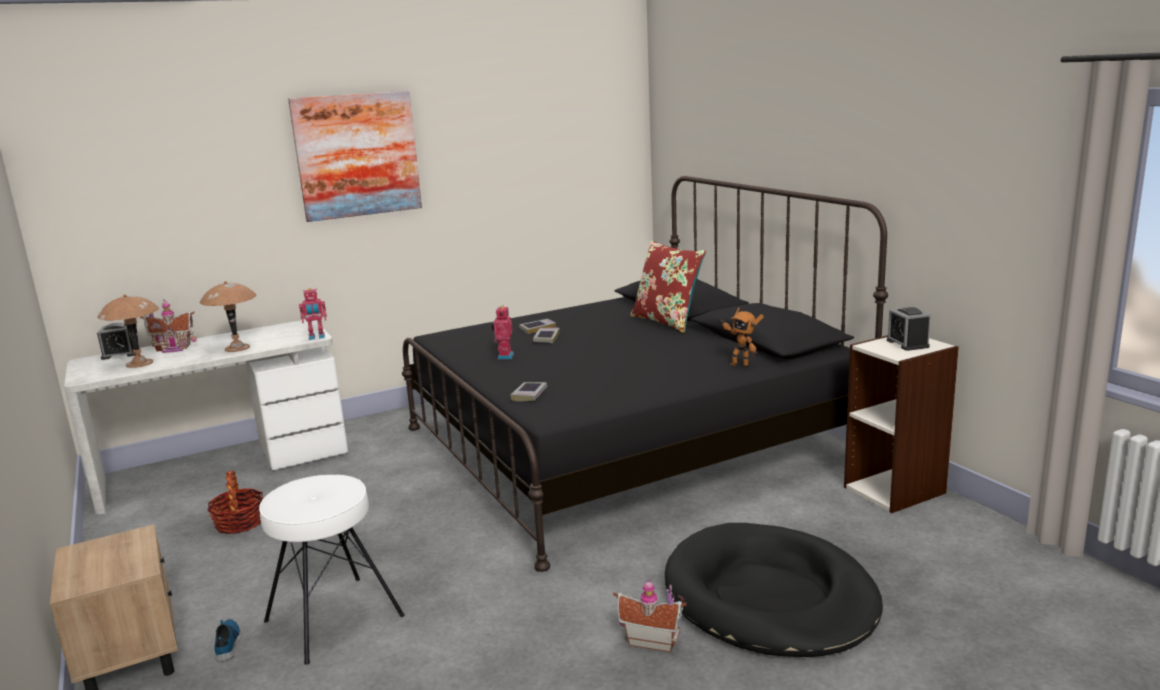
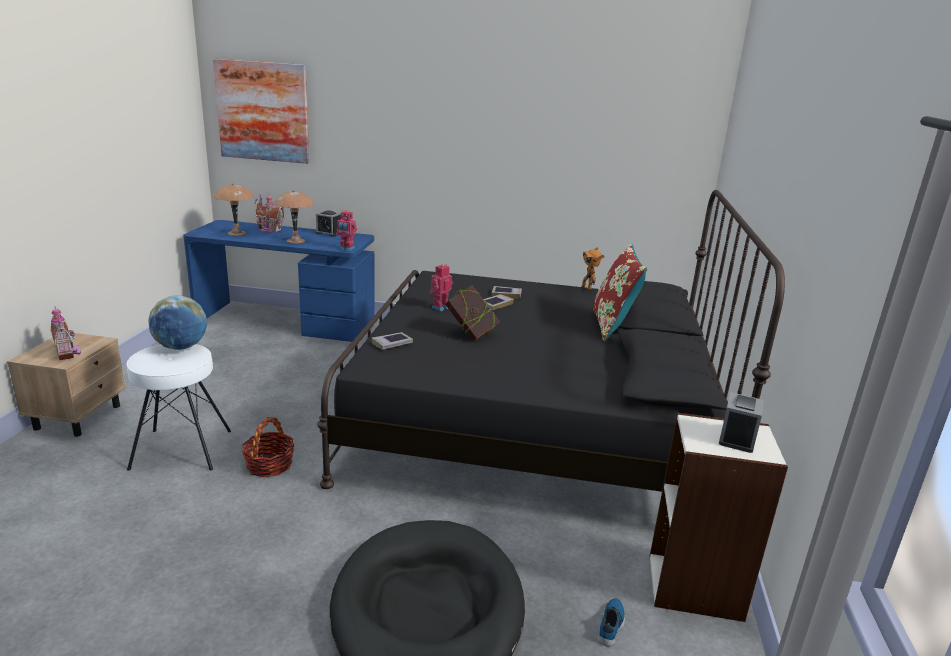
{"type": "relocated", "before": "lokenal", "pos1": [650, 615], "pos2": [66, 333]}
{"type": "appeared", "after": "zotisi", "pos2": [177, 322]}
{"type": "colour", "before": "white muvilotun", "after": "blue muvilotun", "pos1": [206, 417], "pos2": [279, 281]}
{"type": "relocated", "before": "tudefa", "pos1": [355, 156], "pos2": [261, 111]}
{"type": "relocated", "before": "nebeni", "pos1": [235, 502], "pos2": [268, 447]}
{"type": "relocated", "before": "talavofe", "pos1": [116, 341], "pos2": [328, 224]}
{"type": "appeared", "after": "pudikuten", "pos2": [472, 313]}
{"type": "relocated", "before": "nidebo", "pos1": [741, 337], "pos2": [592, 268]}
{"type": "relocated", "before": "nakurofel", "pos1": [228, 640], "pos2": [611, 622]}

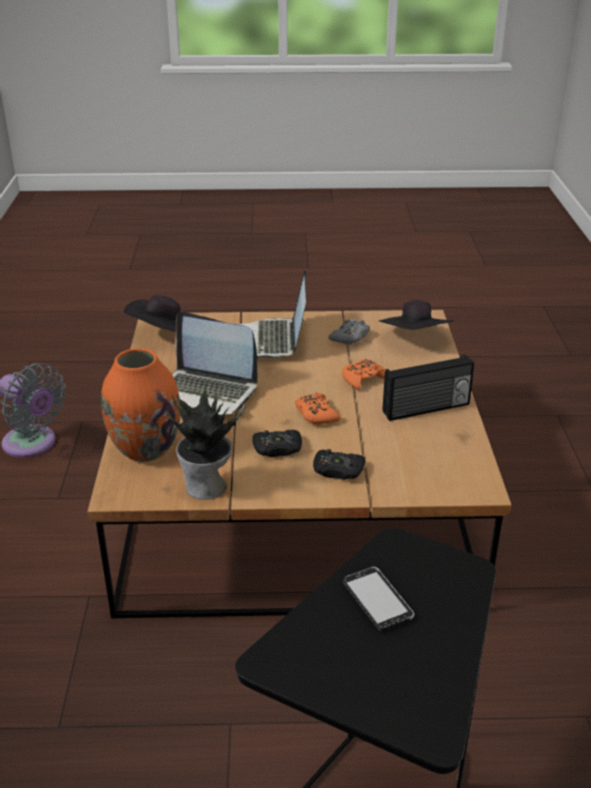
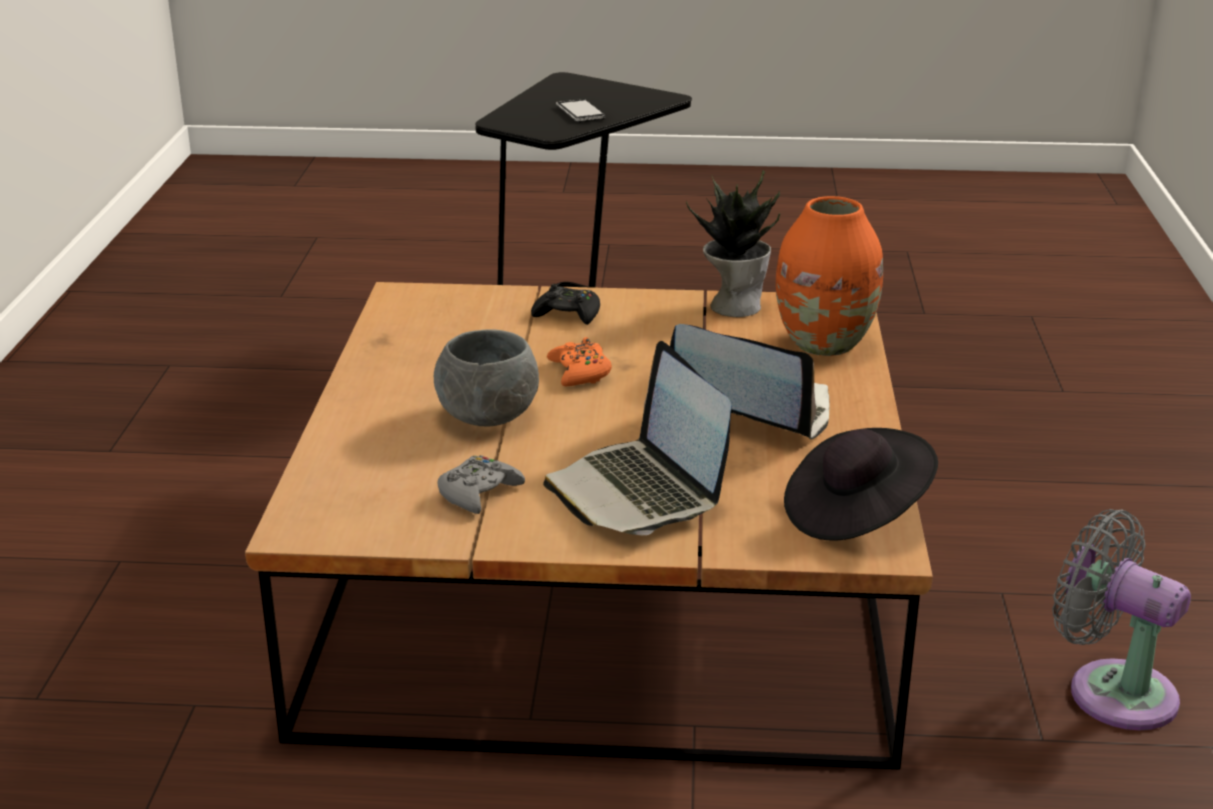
{"type": "exchanged", "before": "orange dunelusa", "after": "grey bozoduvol", "pos1": [364, 374], "pos2": [486, 378]}
{"type": "spun", "before": "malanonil", "pos1": [272, 314], "pos2": [637, 438], "turn": 150}
{"type": "missing", "before": "black dunelusa", "pos1": [277, 443]}
{"type": "missing", "before": "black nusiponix", "pos1": [416, 315]}
{"type": "missing", "before": "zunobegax", "pos1": [428, 387]}

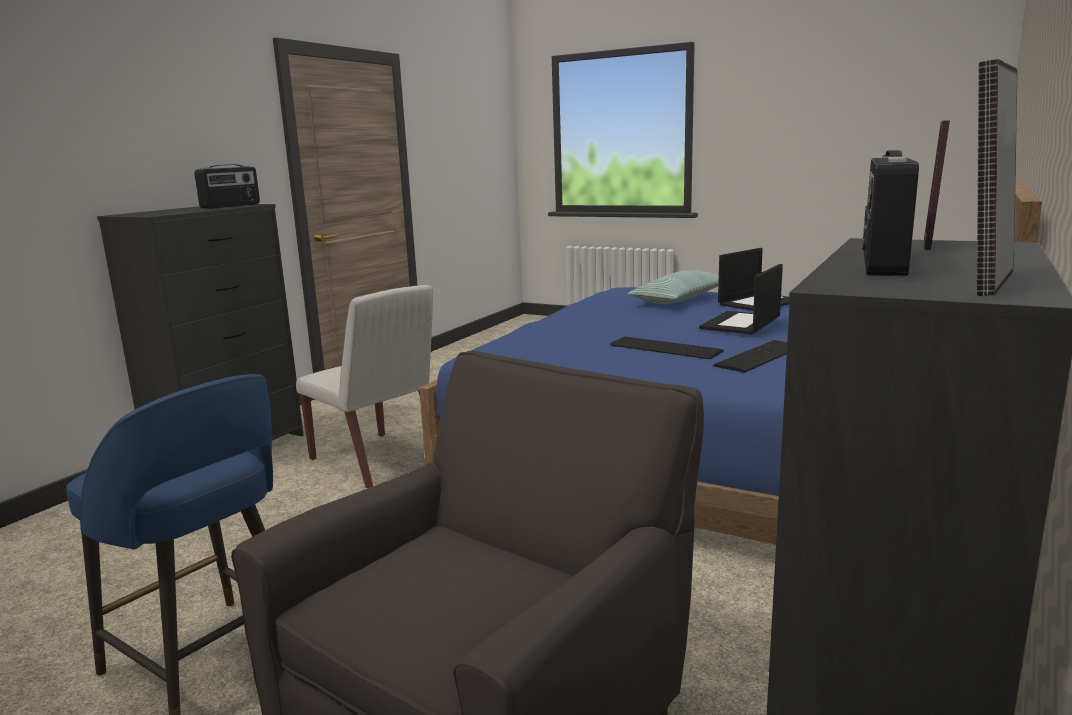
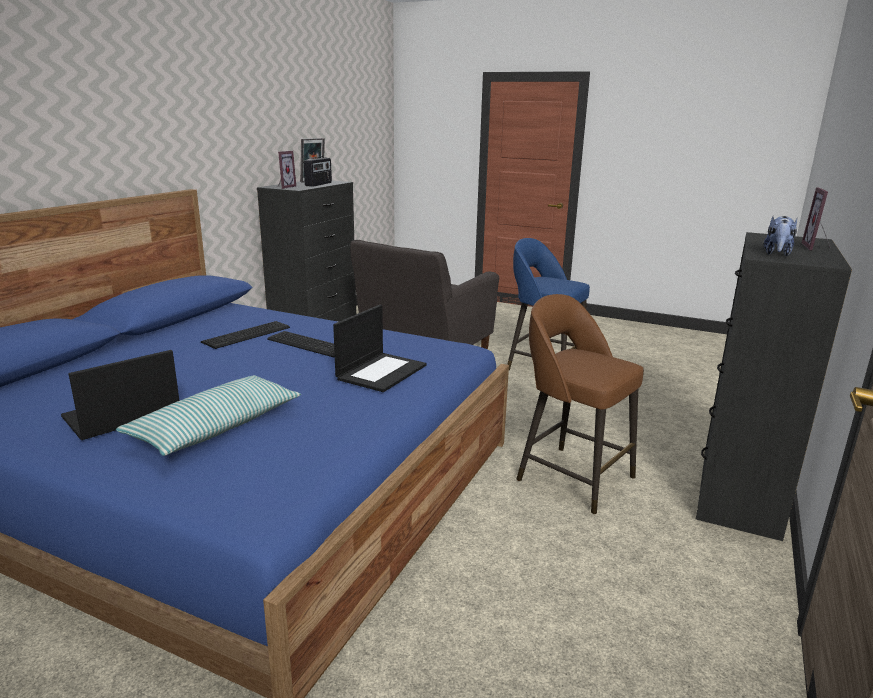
{"type": "relocated", "before": "malanonil", "pos1": [741, 299], "pos2": [379, 348]}
{"type": "exchanged", "before": "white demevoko", "after": "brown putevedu", "pos1": [364, 386], "pos2": [580, 404]}
{"type": "exchanged", "before": "zunobegax", "after": "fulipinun", "pos1": [227, 186], "pos2": [780, 236]}
{"type": "appeared", "after": "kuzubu", "pos2": [816, 218]}

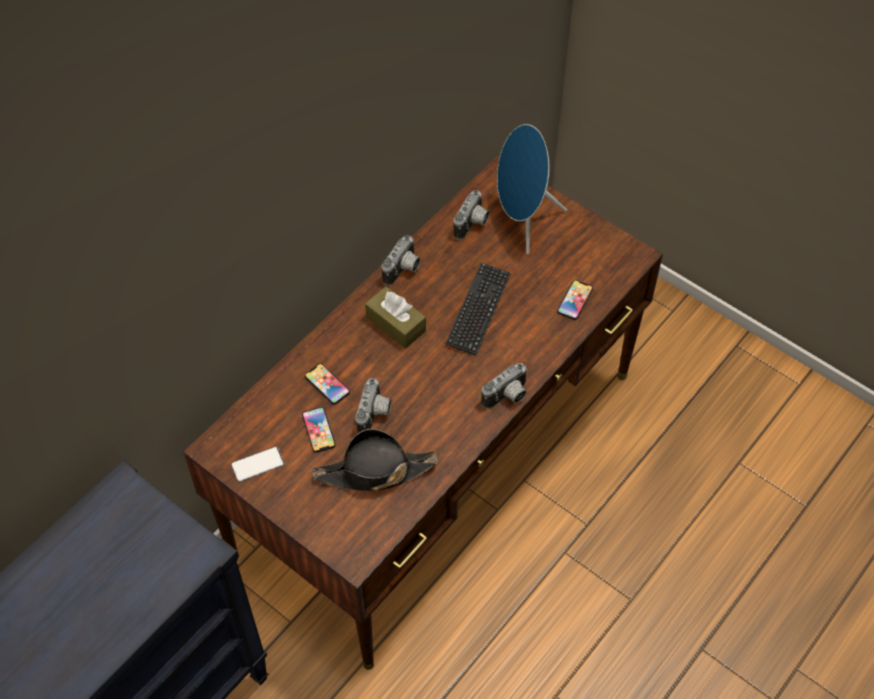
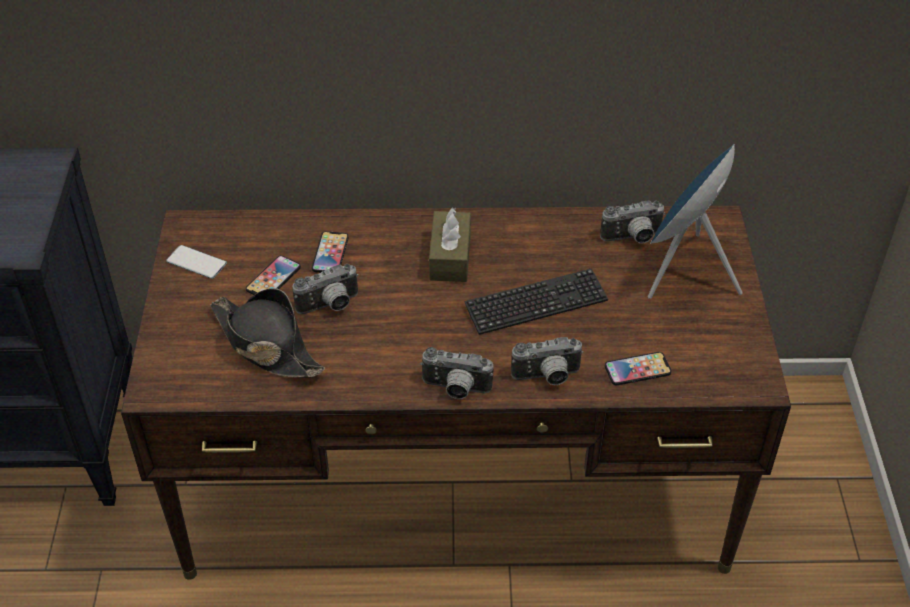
{"type": "relocated", "before": "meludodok", "pos1": [401, 260], "pos2": [547, 361]}

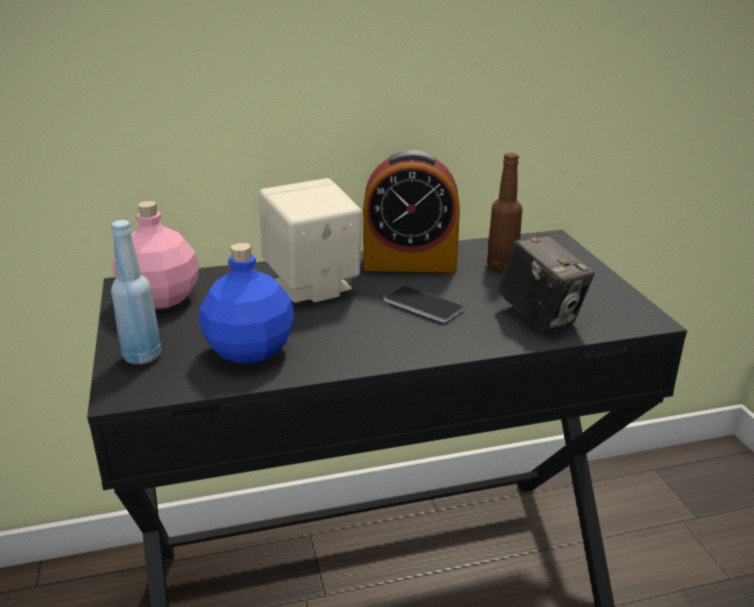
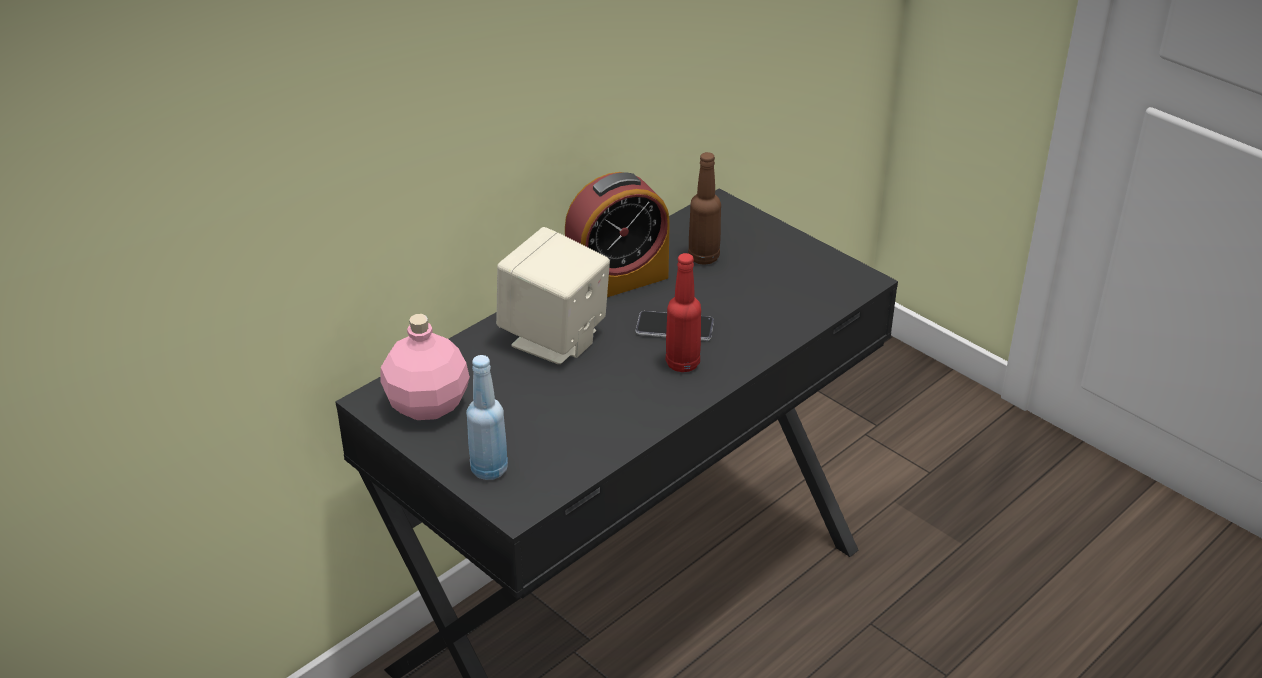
{"type": "appeared", "after": "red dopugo", "pos2": [683, 312]}
{"type": "missing", "before": "blue dopugo", "pos1": [247, 303]}
{"type": "missing", "before": "meludodok", "pos1": [546, 283]}

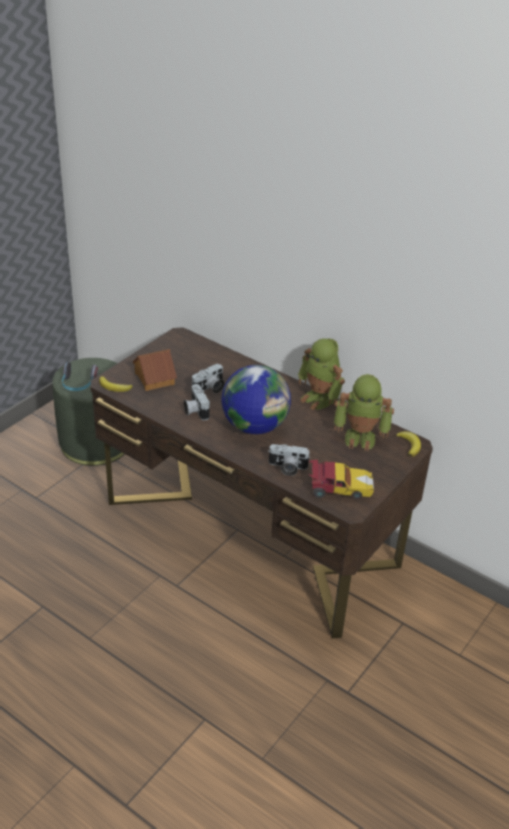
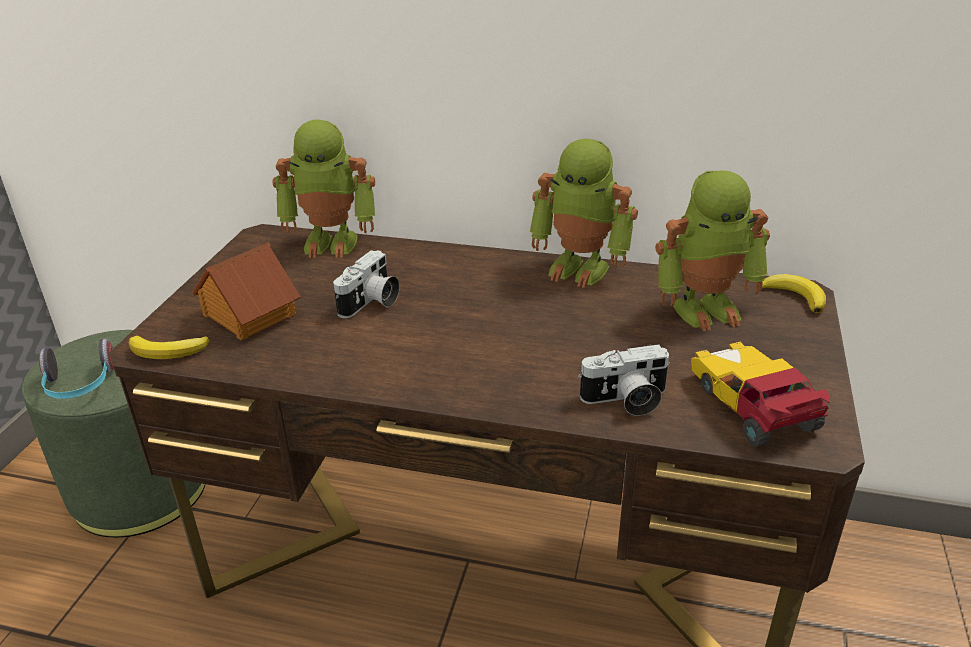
{"type": "appeared", "after": "nidebo", "pos2": [324, 188]}
{"type": "spun", "before": "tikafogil", "pos1": [341, 479], "pos2": [760, 394], "turn": -90}
{"type": "missing", "before": "meludodok", "pos1": [197, 402]}
{"type": "missing", "before": "zotisi", "pos1": [256, 399]}

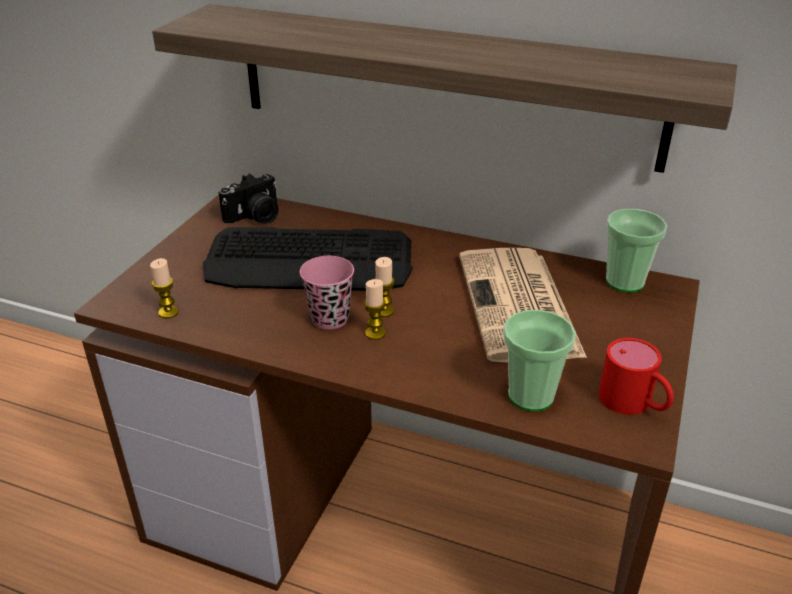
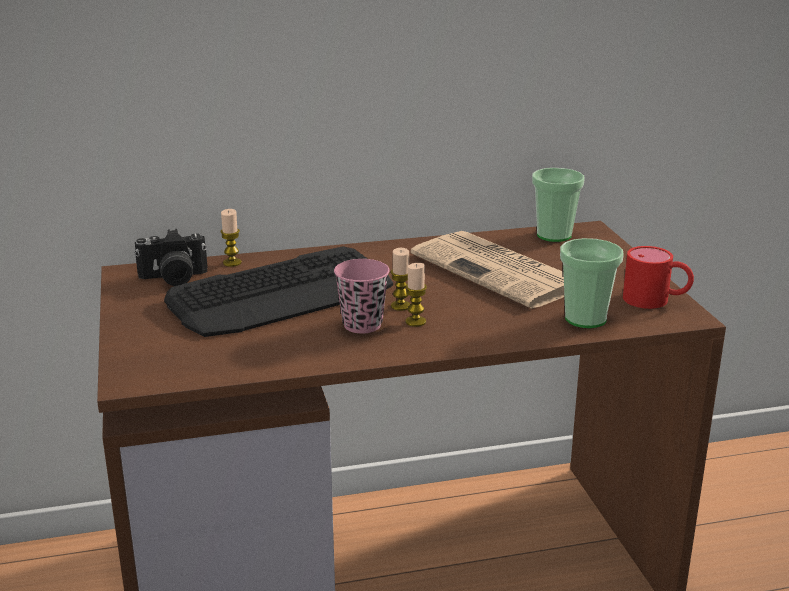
{"type": "spun", "before": "meludodok", "pos1": [249, 198], "pos2": [171, 257], "turn": 60}
{"type": "relocated", "before": "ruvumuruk", "pos1": [164, 288], "pos2": [231, 238]}
{"type": "missing", "before": "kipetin", "pos1": [444, 88]}

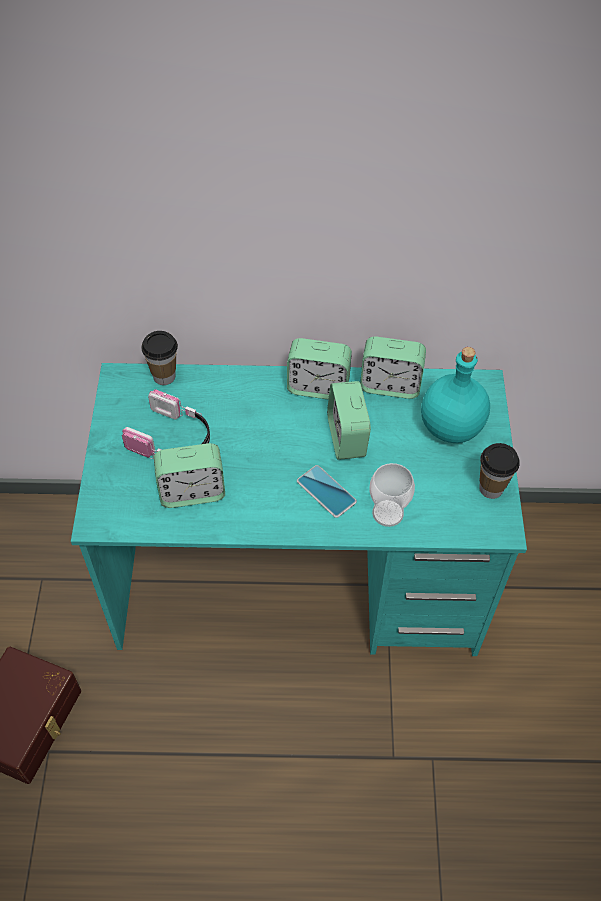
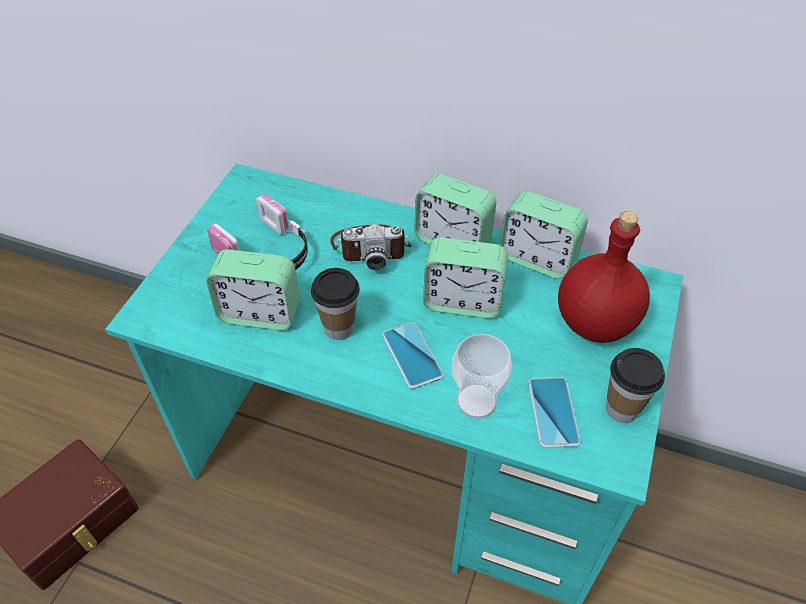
{"type": "relocated", "before": "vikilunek", "pos1": [160, 358], "pos2": [335, 304]}
{"type": "appeared", "after": "meludodok", "pos2": [370, 247]}
{"type": "spun", "before": "talavofe", "pos1": [349, 420], "pos2": [465, 278], "turn": -90}
{"type": "appeared", "after": "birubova", "pos2": [554, 412]}
{"type": "colour", "before": "turquoise dopugo", "after": "red dopugo", "pos1": [455, 395], "pos2": [604, 277]}

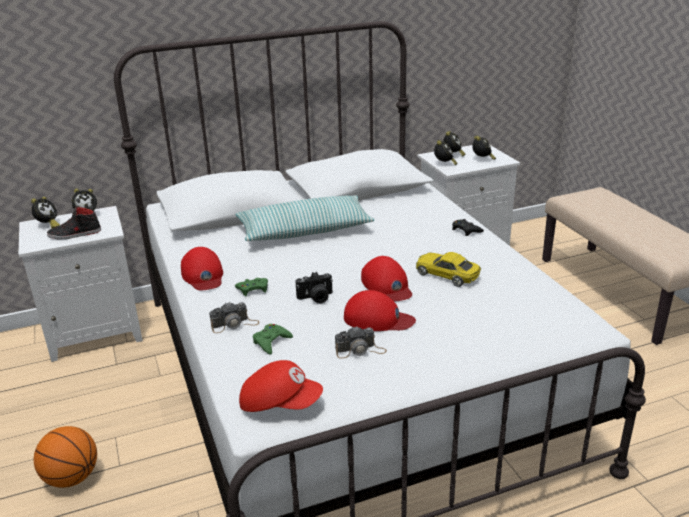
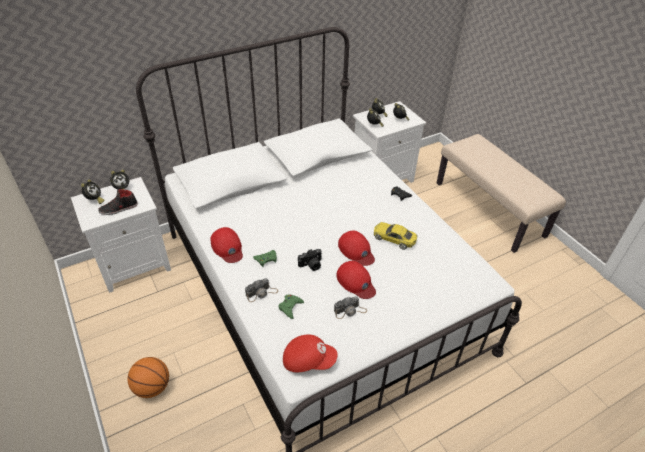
{"type": "spun", "before": "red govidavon", "pos1": [380, 310], "pos2": [356, 280], "turn": 45}
{"type": "missing", "before": "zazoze", "pos1": [305, 218]}

